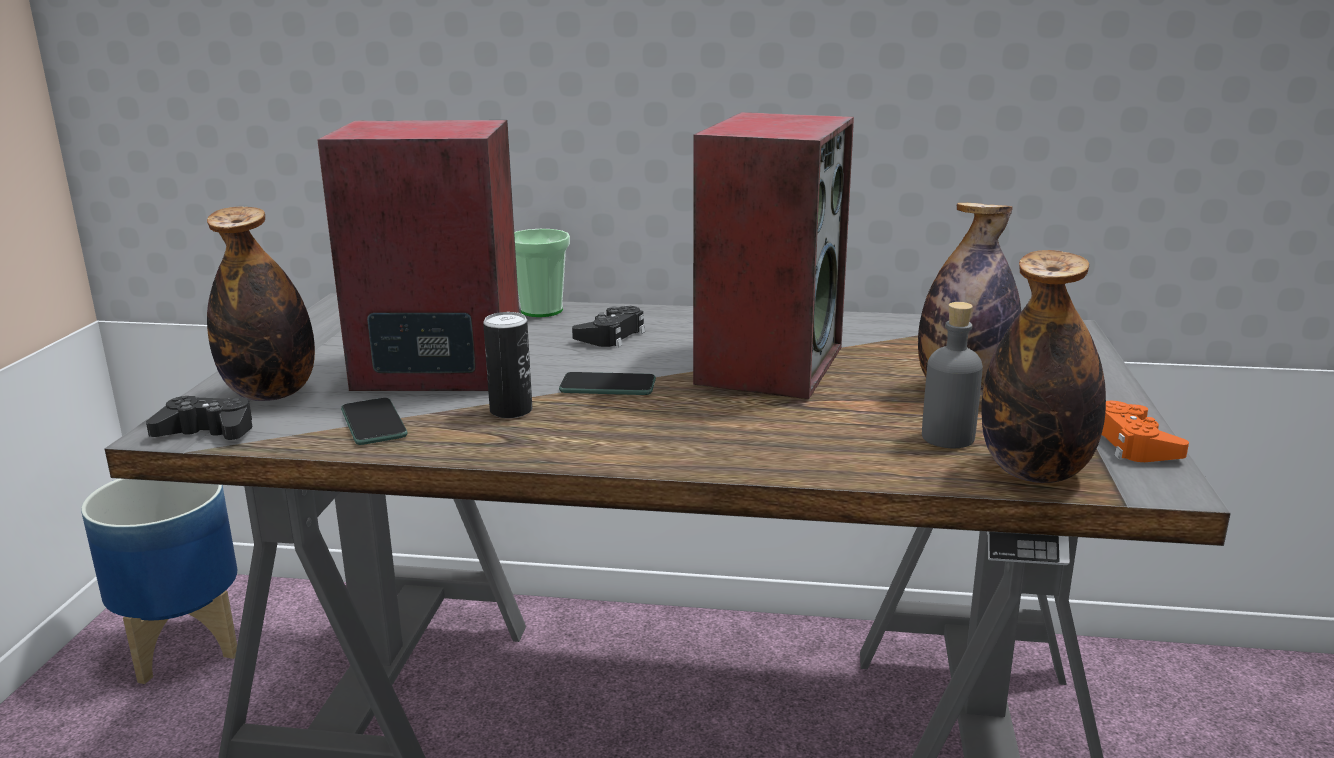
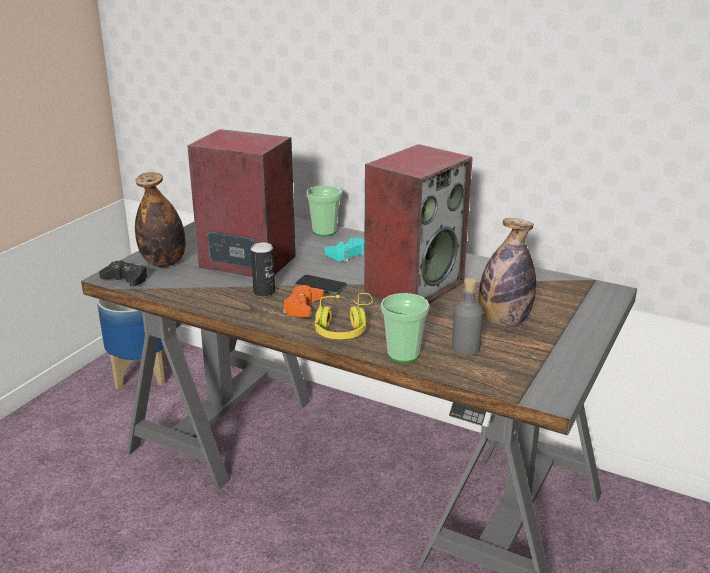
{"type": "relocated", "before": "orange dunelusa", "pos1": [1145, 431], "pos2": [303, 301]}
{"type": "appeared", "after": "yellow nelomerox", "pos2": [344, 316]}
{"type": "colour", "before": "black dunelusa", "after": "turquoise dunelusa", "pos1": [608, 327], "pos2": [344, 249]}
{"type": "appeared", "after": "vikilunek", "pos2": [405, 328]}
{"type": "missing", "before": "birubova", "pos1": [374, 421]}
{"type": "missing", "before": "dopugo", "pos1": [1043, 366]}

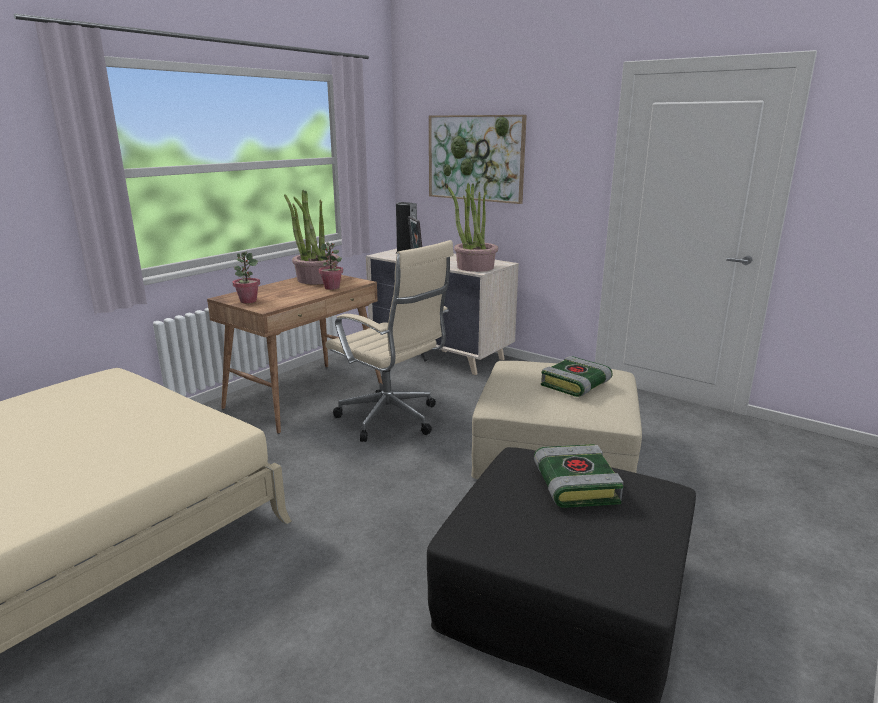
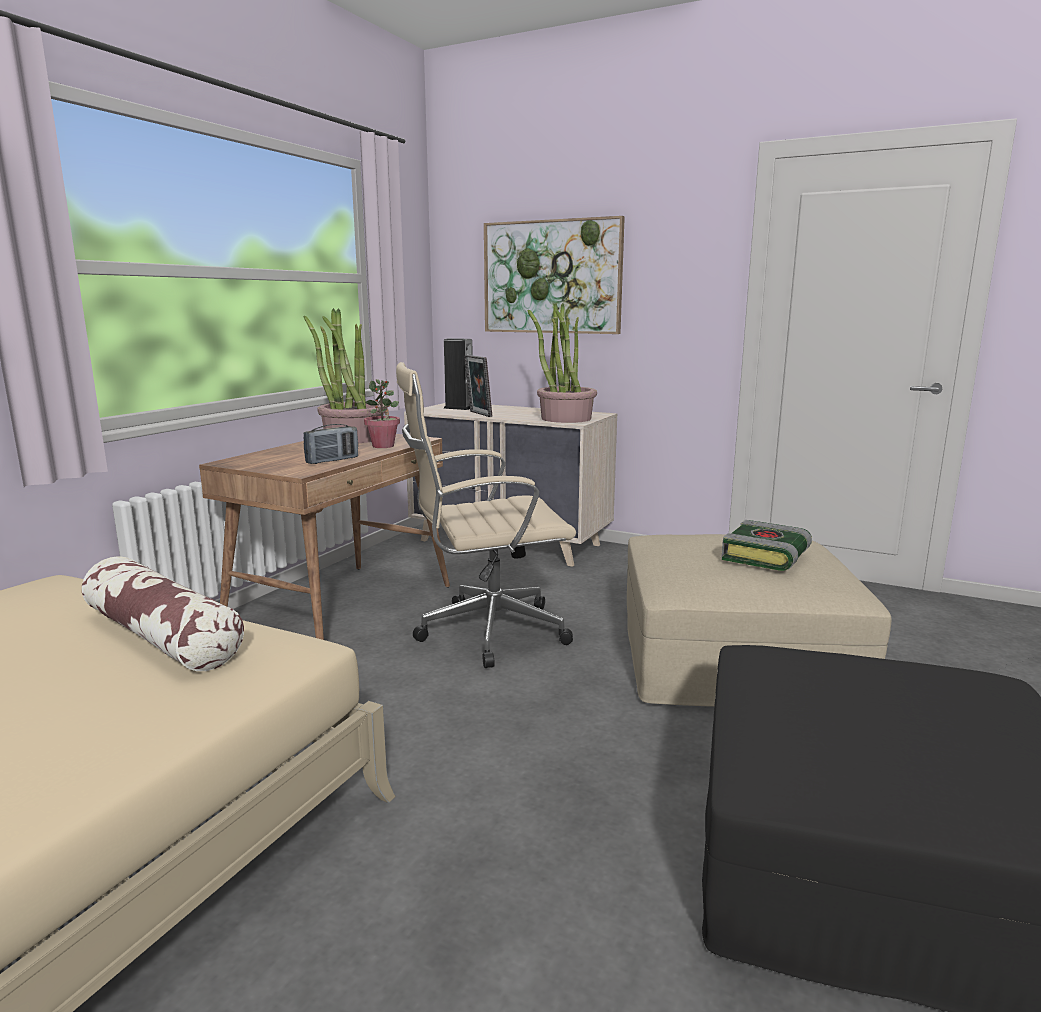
{"type": "appeared", "after": "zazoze", "pos2": [163, 613]}
{"type": "appeared", "after": "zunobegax", "pos2": [331, 444]}
{"type": "spun", "before": "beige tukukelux", "pos1": [389, 341], "pos2": [486, 515], "turn": 135}
{"type": "missing", "before": "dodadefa", "pos1": [246, 277]}
{"type": "missing", "before": "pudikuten", "pos1": [579, 476]}

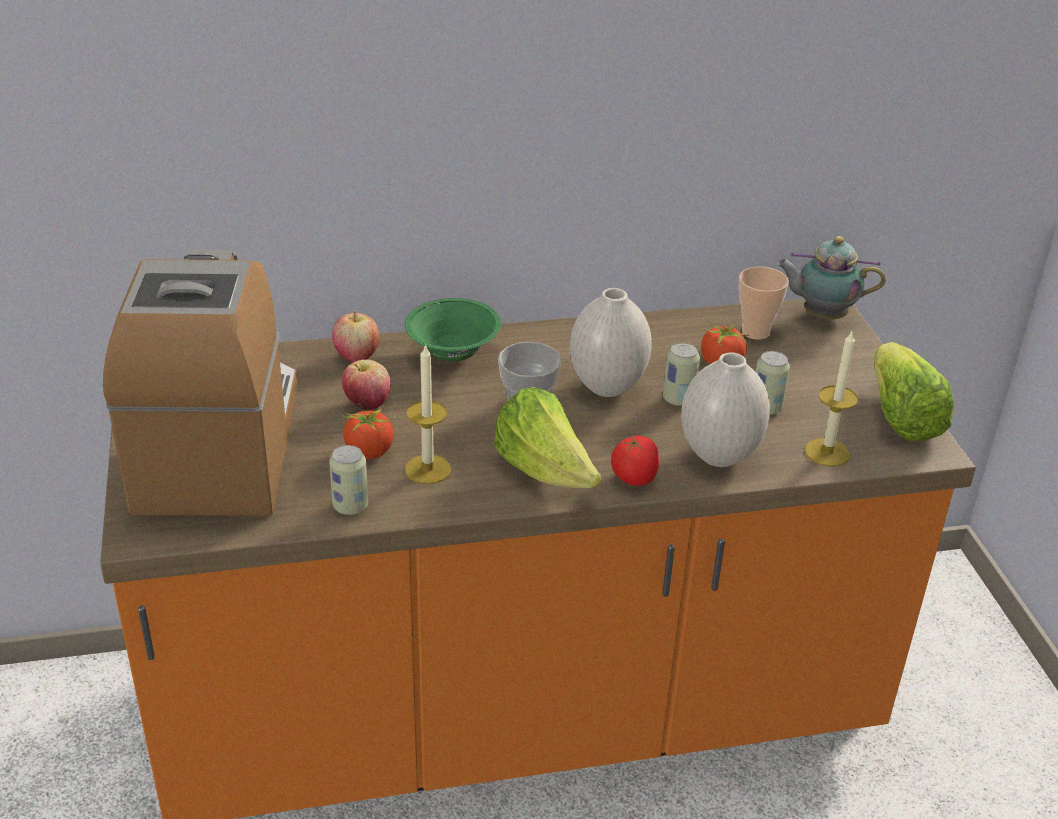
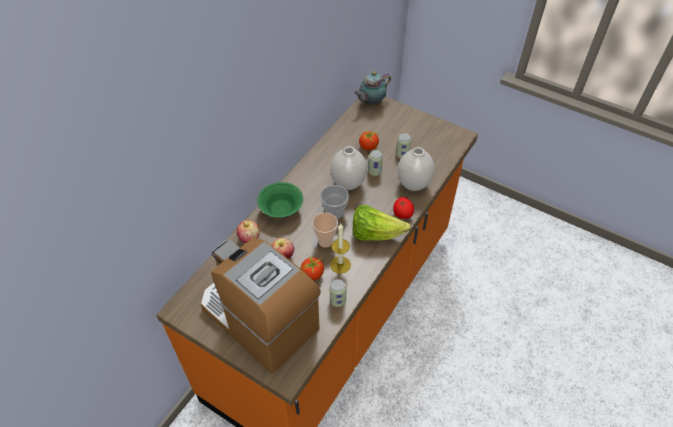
{"type": "relocated", "before": "vikilunek", "pos1": [764, 303], "pos2": [325, 230]}
{"type": "missing", "before": "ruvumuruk", "pos1": [831, 399]}
{"type": "missing", "before": "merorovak", "pos1": [914, 392]}

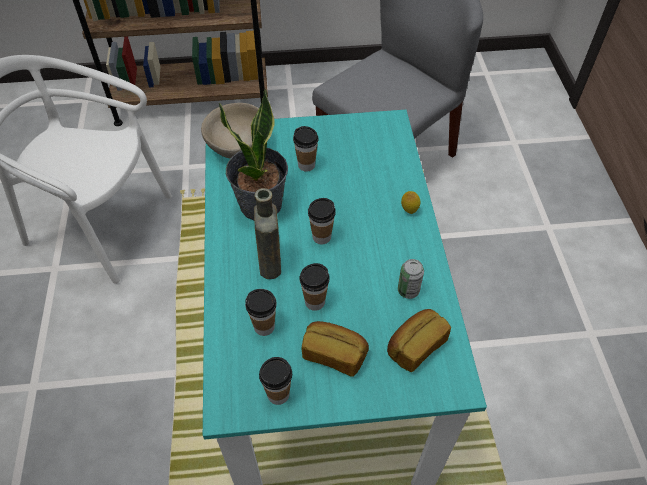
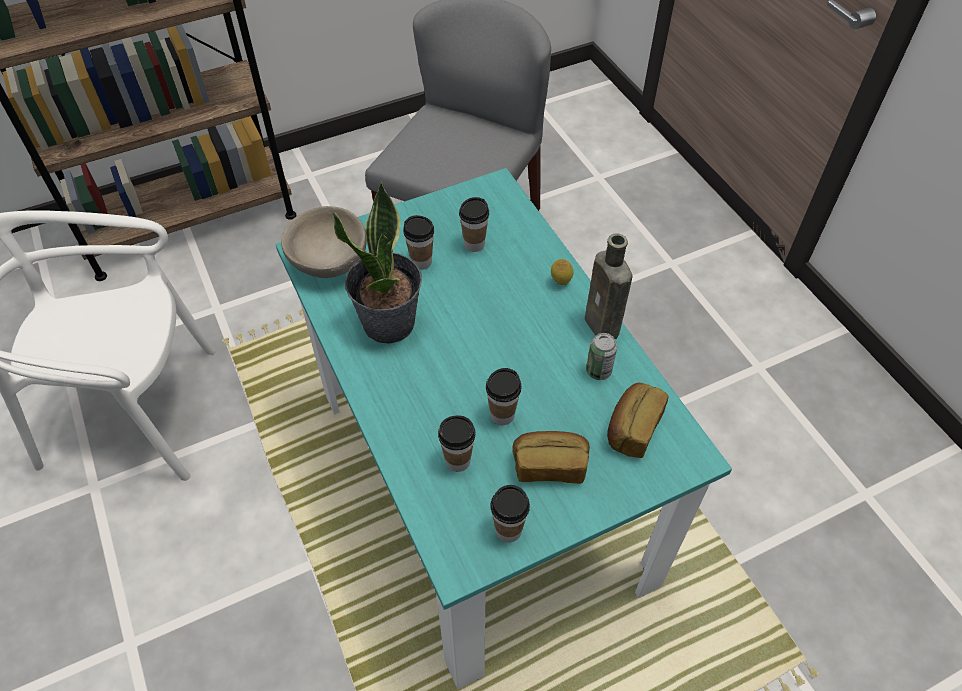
{"type": "relocated", "before": "vikilunek", "pos1": [322, 221], "pos2": [474, 224]}
{"type": "relocated", "before": "brown dopugo", "pos1": [267, 233], "pos2": [609, 286]}

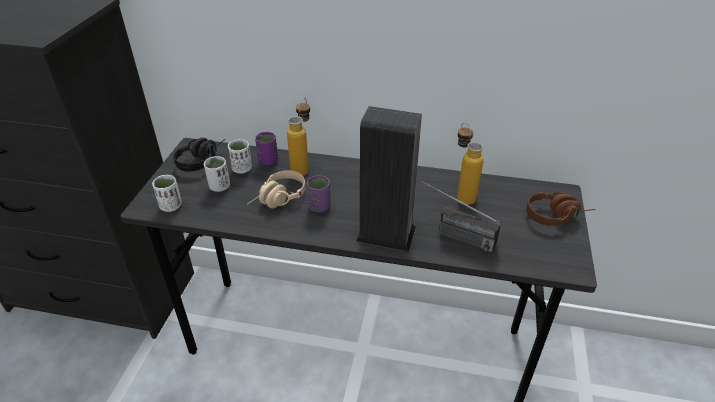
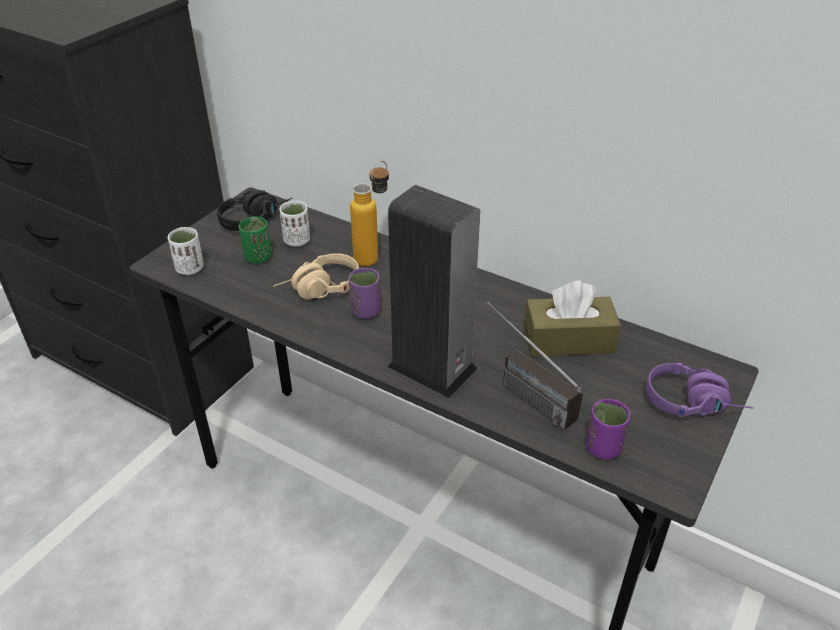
{"type": "colour", "before": "white vikilunek", "after": "green vikilunek", "pos1": [217, 174], "pos2": [255, 240]}
{"type": "exchanged", "before": "dopugo", "after": "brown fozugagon", "pos1": [470, 163], "pos2": [572, 318]}
{"type": "relocated", "before": "purple vikilunek", "pos1": [266, 148], "pos2": [608, 429]}
{"type": "colour", "before": "brown nelomerox", "after": "purple nelomerox", "pos1": [560, 209], "pos2": [699, 389]}

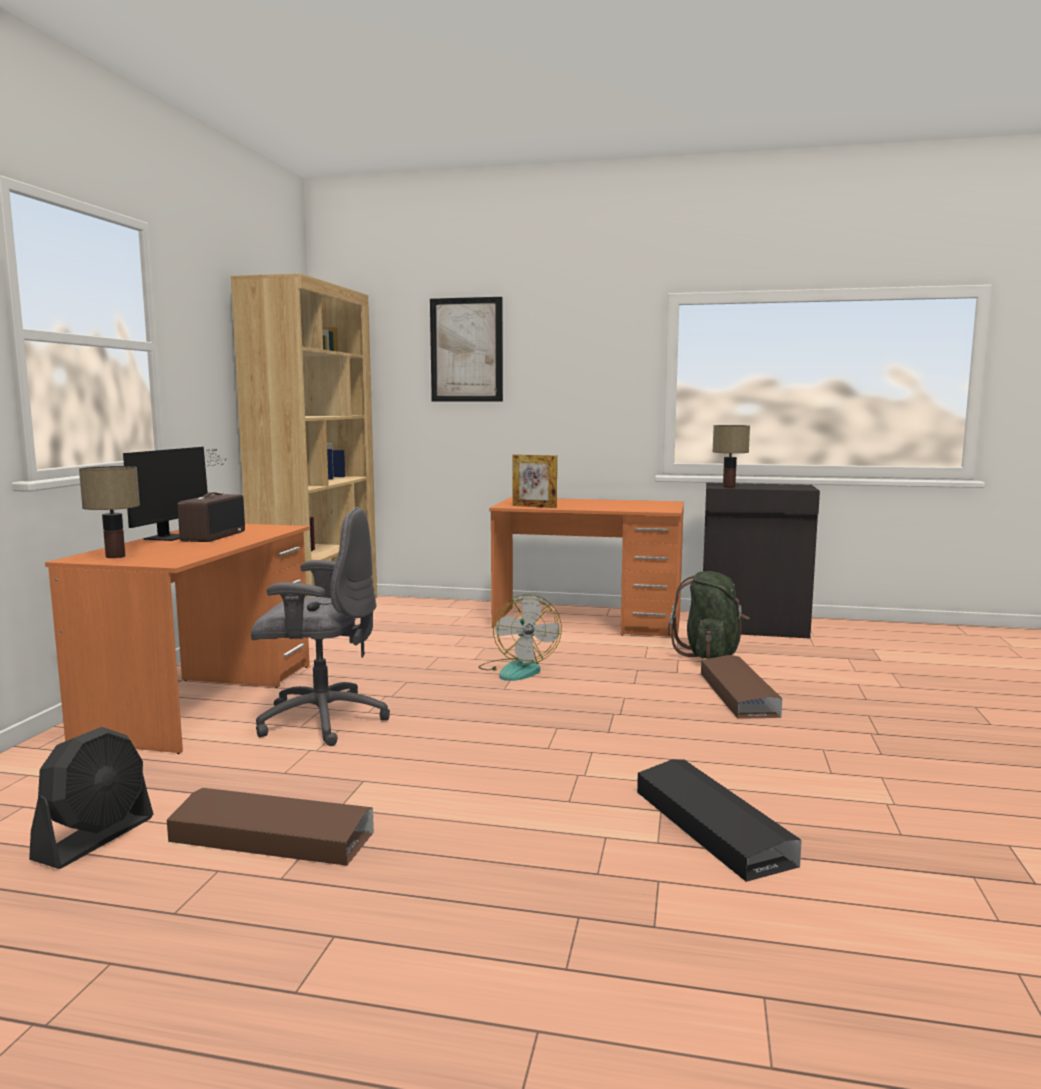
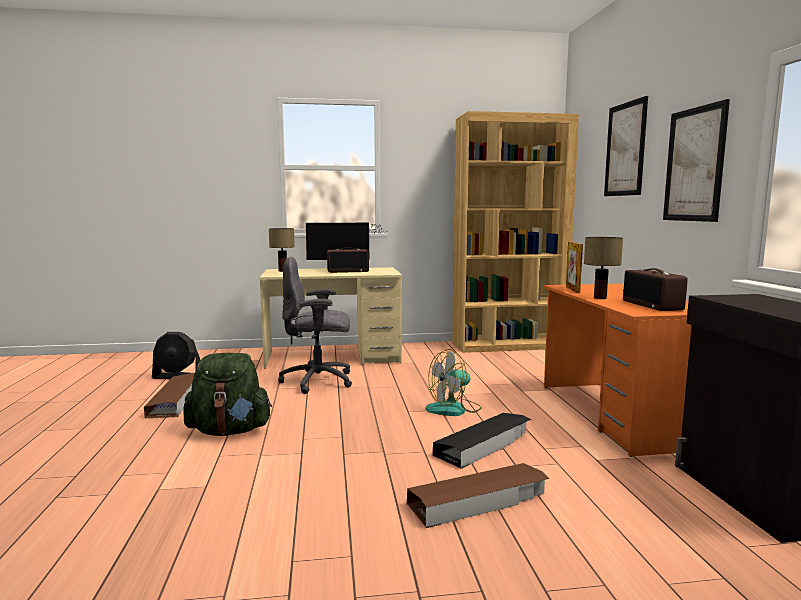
{"type": "relocated", "before": "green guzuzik", "pos1": [709, 615], "pos2": [227, 394]}
{"type": "colour", "before": "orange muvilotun", "after": "beige muvilotun", "pos1": [177, 639], "pos2": [330, 318]}
{"type": "spun", "before": "grey tukukelux", "pos1": [320, 626], "pos2": [315, 325], "turn": 105}
{"type": "relocated", "before": "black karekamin", "pos1": [719, 821], "pos2": [482, 441]}
{"type": "relocated", "before": "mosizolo", "pos1": [731, 456], "pos2": [603, 268]}
{"type": "appeared", "after": "zunobegax", "pos2": [655, 289]}
{"type": "appeared", "after": "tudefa", "pos2": [696, 160]}

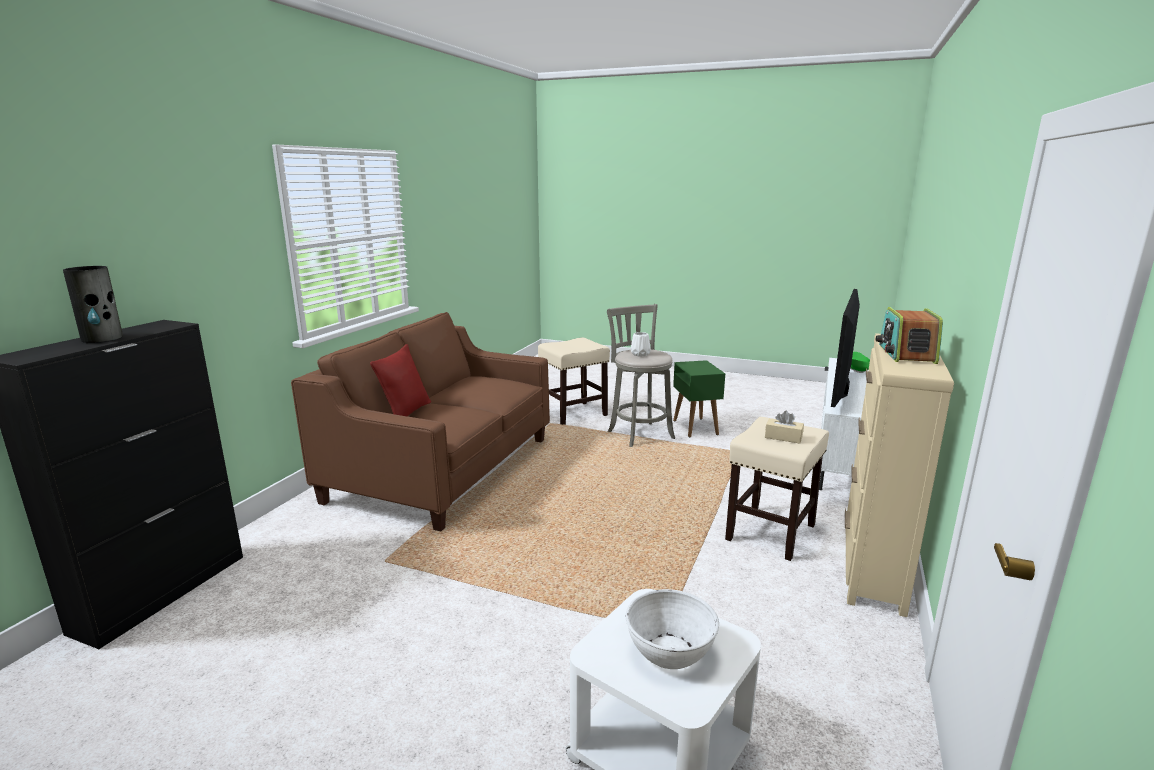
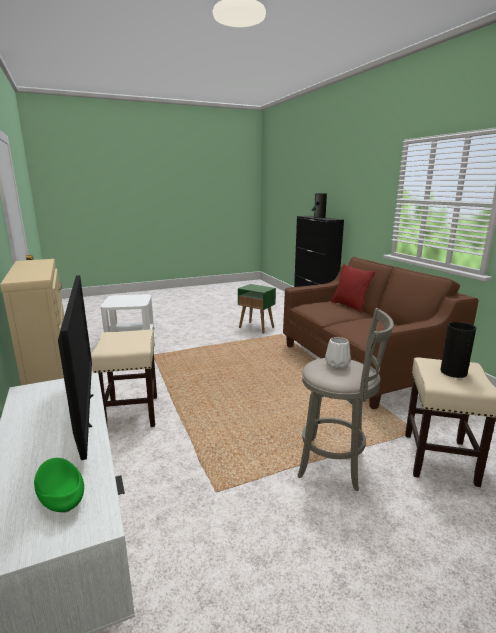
{"type": "relocated", "before": "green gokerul", "pos1": [699, 398], "pos2": [257, 309]}
{"type": "appeared", "after": "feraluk", "pos2": [458, 350]}
{"type": "missing", "before": "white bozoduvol", "pos1": [672, 629]}
{"type": "missing", "before": "beige fozugagon", "pos1": [784, 426]}
{"type": "missing", "before": "zunobegax", "pos1": [909, 335]}

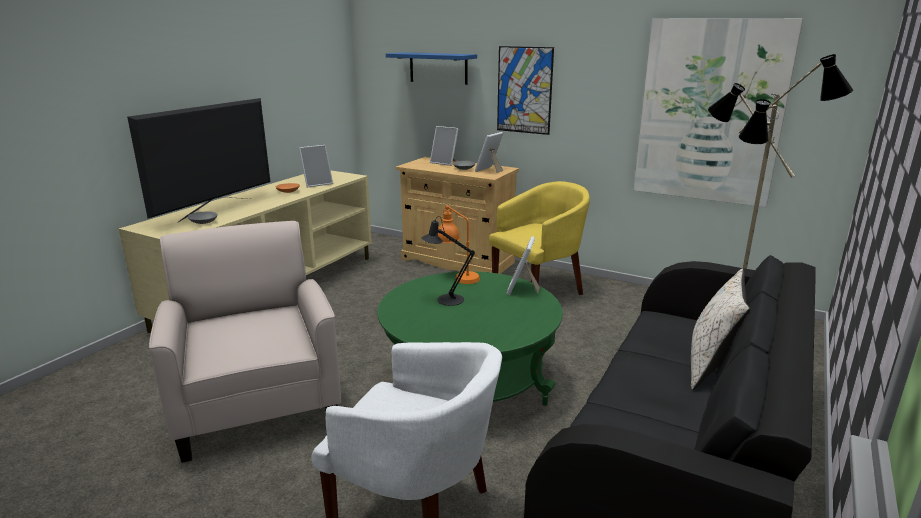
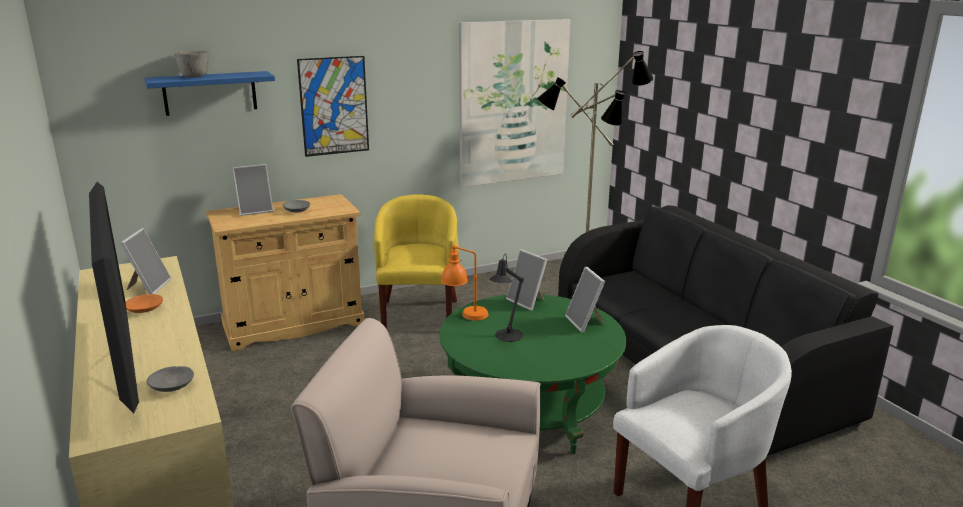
{"type": "appeared", "after": "grey bozoduvol", "pos2": [192, 64]}
{"type": "relocated", "before": "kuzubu", "pos1": [489, 152], "pos2": [585, 300]}
{"type": "missing", "before": "beige zazoze", "pos1": [720, 329]}

